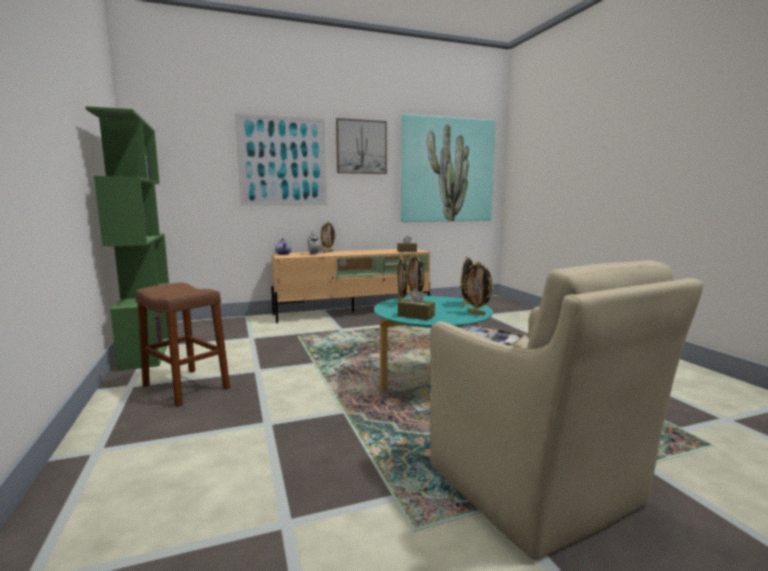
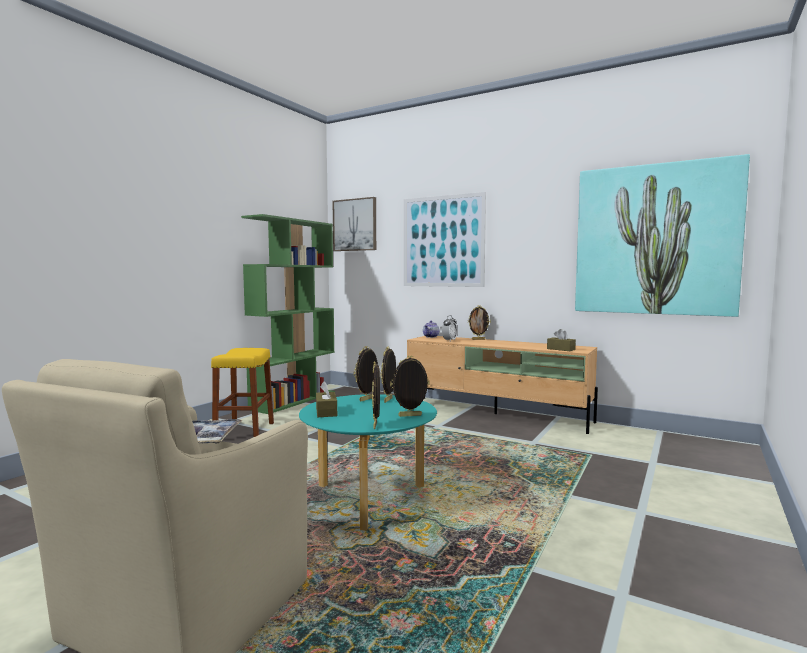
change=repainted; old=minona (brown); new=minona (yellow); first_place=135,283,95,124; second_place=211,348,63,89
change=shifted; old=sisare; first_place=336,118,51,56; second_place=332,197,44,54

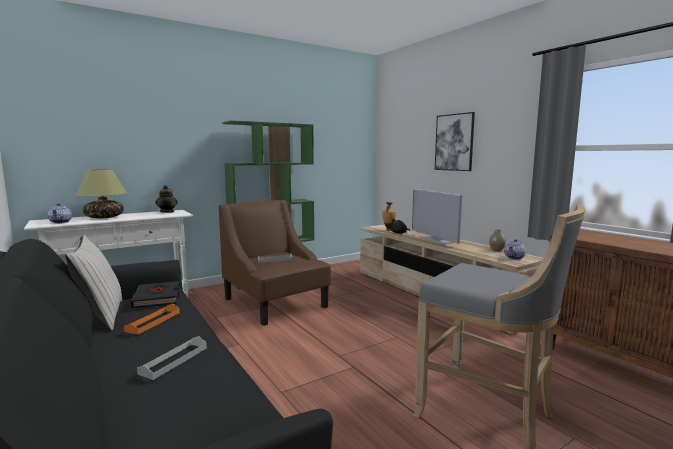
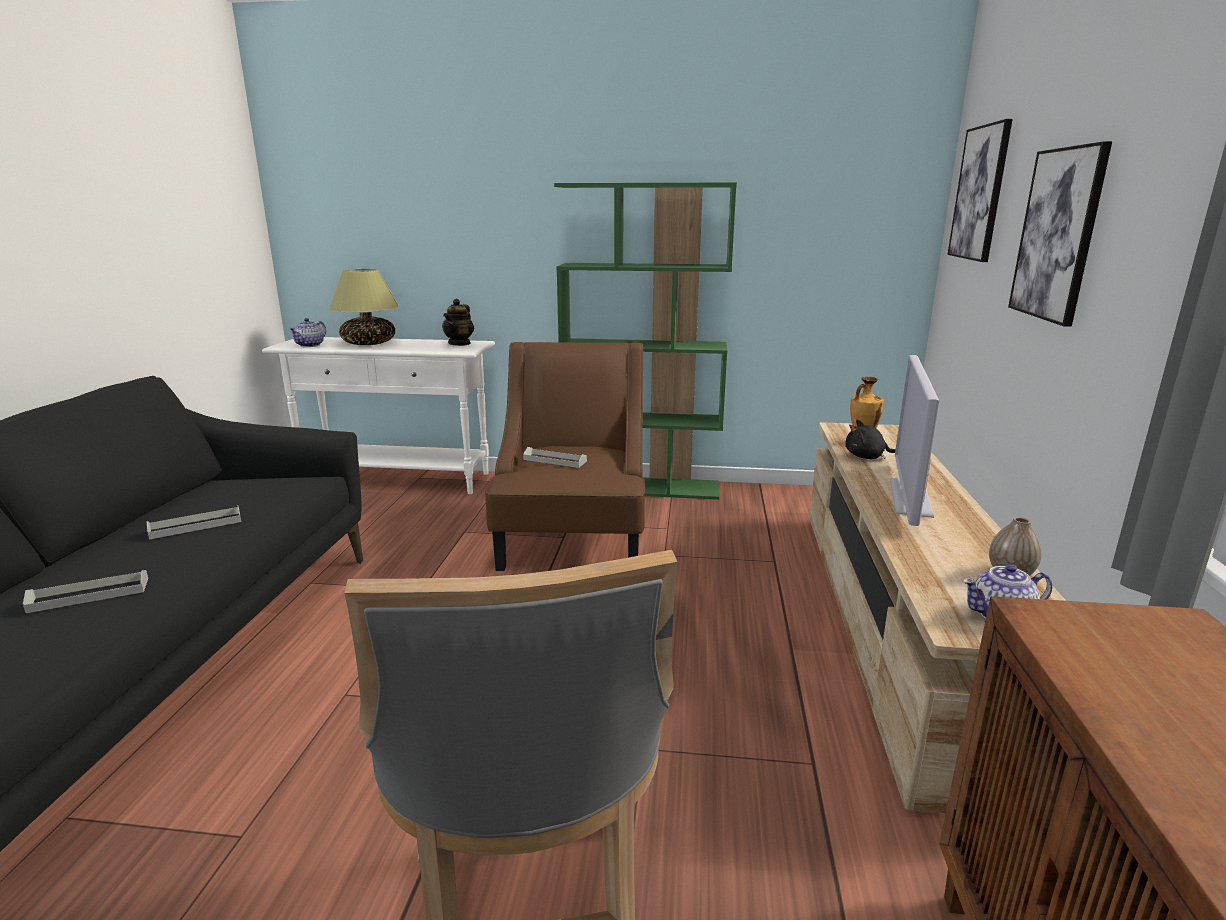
change=gone; old=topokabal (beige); first_place=65,235,57,96
change=repainted; old=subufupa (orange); new=subufupa (grey); first_place=124,303,56,32; second_place=146,505,95,35
change=gone; old=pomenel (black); first_place=130,281,50,27
change=new; new=sisare; second_place=948,119,65,143

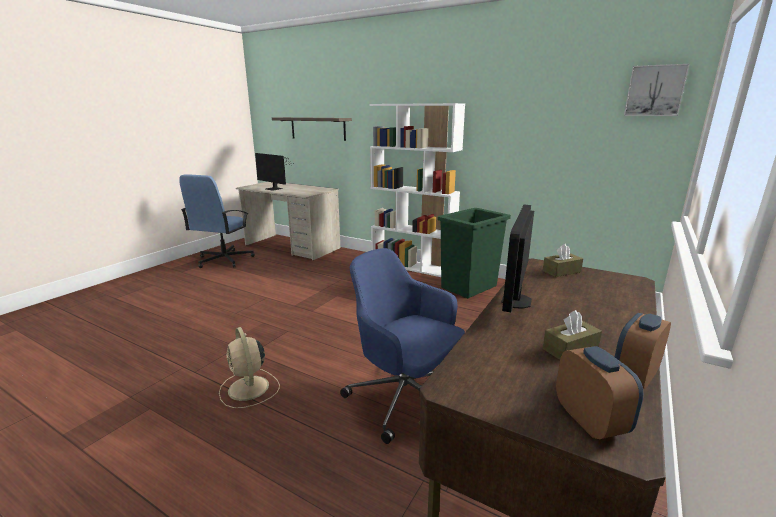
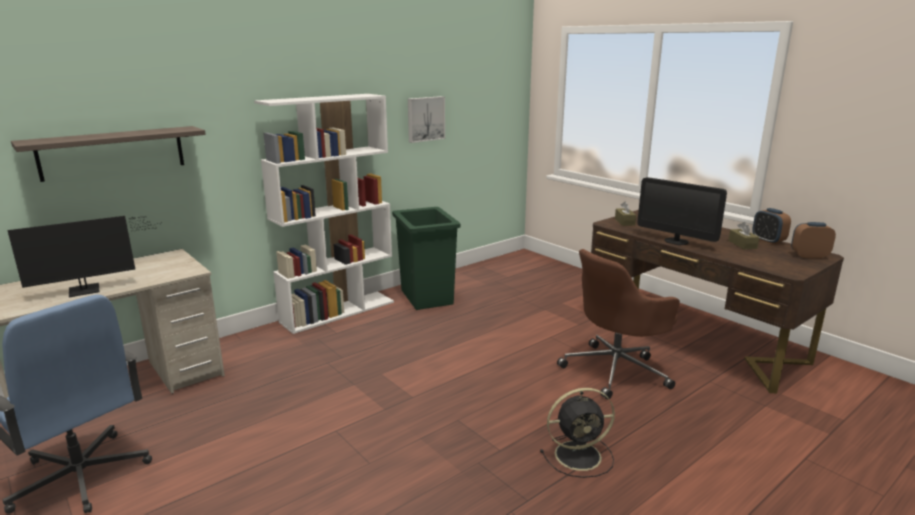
change=repainted; old=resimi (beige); new=resimi (black); first_place=219,327,61,81; second_place=540,388,75,90
change=repainted; old=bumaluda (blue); new=bumaluda (brown); first_place=340,248,125,196; second_place=557,249,123,151
change=shifted; old=sisare; first_place=624,64,65,52; second_place=408,96,37,47

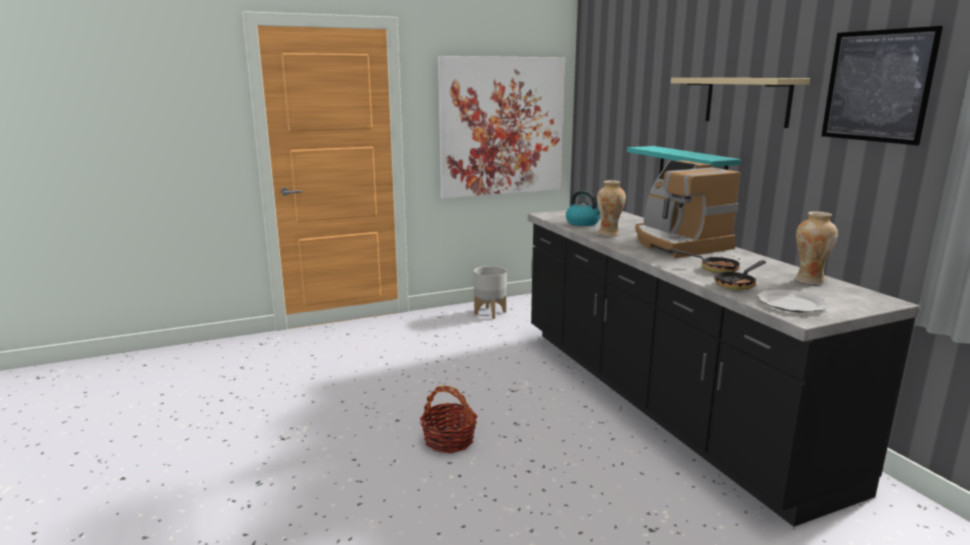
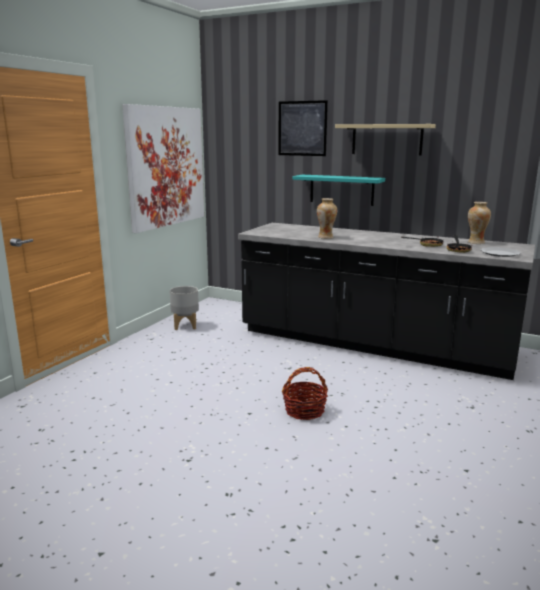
change=gone; old=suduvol; first_place=566,190,34,36
change=gone; old=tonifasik; first_place=635,160,105,98
change=shifted; old=sisare; first_place=821,26,122,119; second_place=278,100,50,56

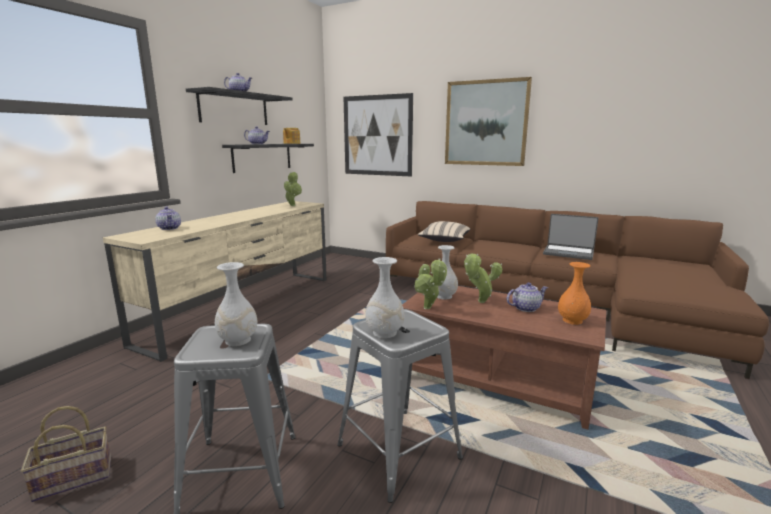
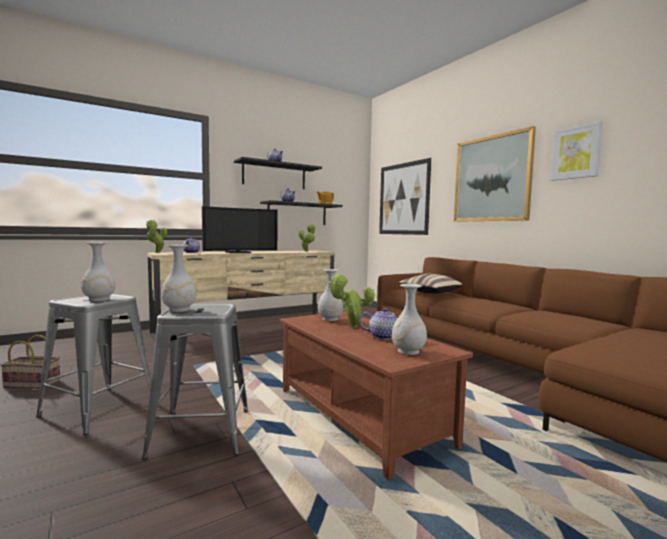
change=shifted; old=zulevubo; first_place=414,259,33,50; second_place=146,220,21,33
change=gone; old=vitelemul; first_place=543,214,55,46
change=repainted; old=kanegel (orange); new=kanegel (white); first_place=558,262,33,63; second_place=392,284,35,71
change=new; new=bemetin; second_place=202,206,75,47
change=new; new=sisare; second_place=550,121,53,60

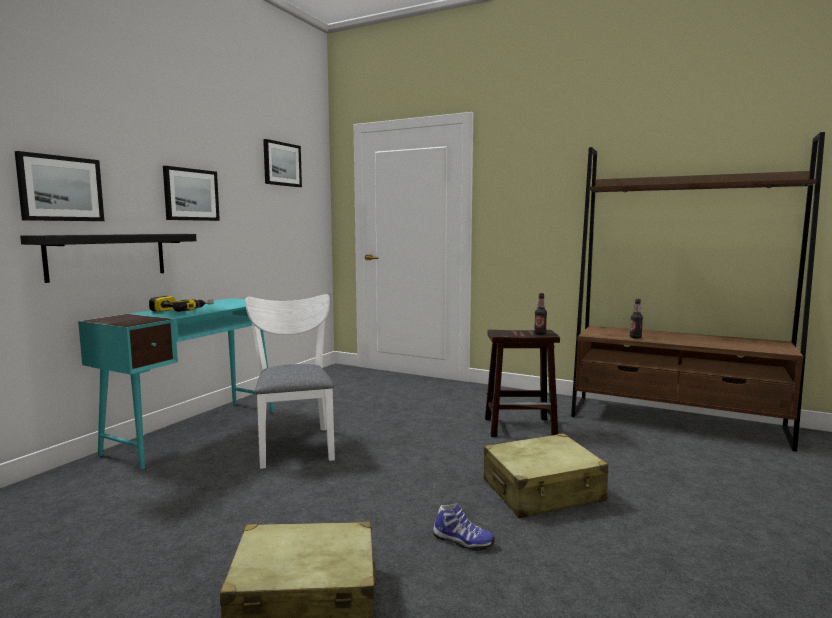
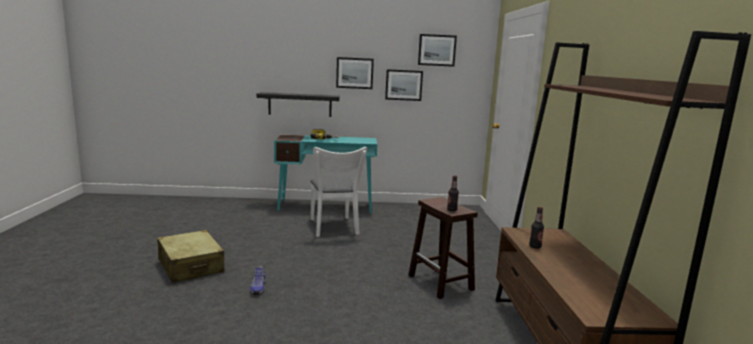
change=shifted; old=sisare; first_place=15,151,89,70; second_place=385,69,38,32
change=rotated; old=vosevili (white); first_place=245,294,90,175; second_place=310,147,57,90; degrees=120
change=gone; old=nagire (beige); first_place=484,433,124,85

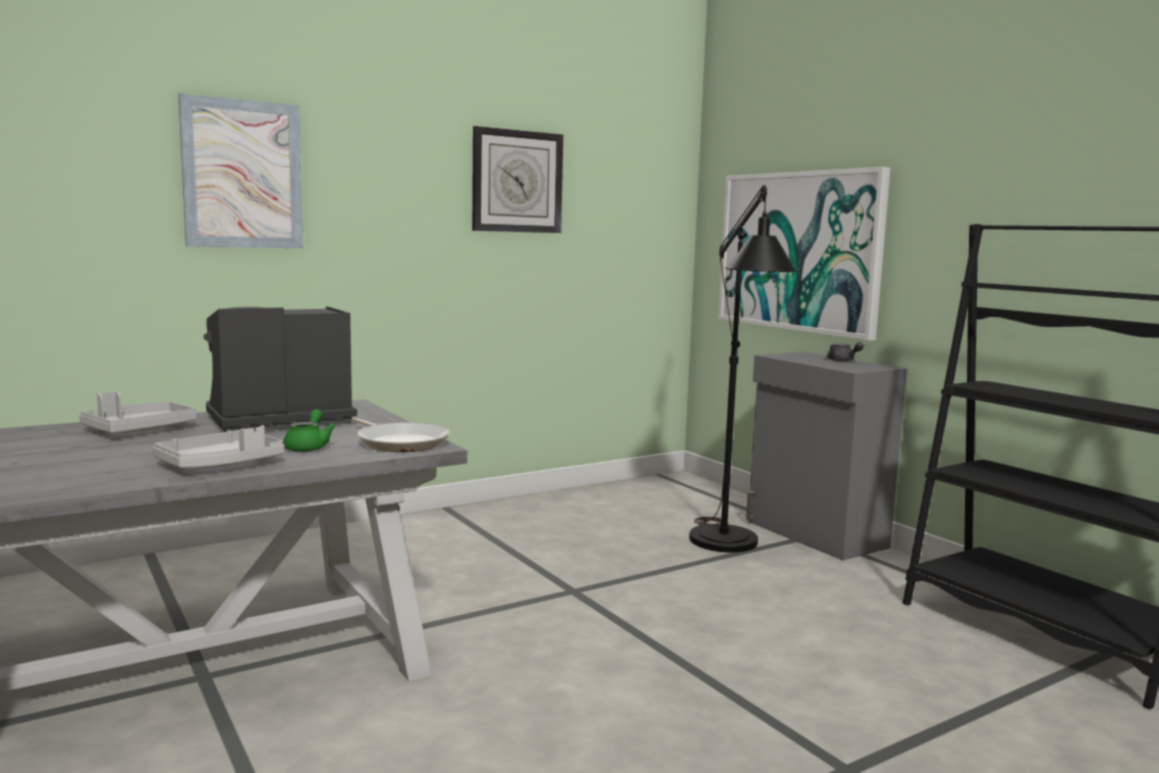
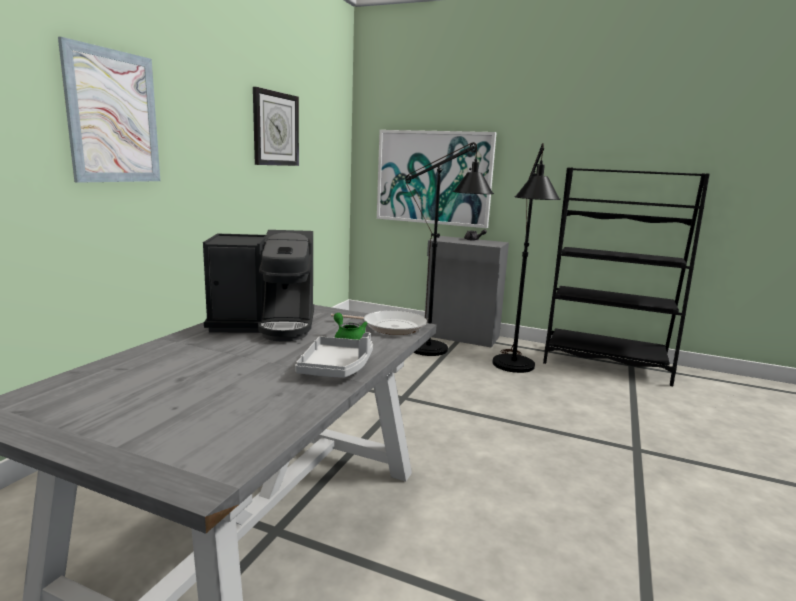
change=gone; old=subufupa (grey); first_place=79,391,118,42
change=rotated; old=tonifasik; first_place=203,307,154,125; second_place=203,230,111,112; degrees=-120
change=new; new=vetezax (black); second_place=492,143,69,230

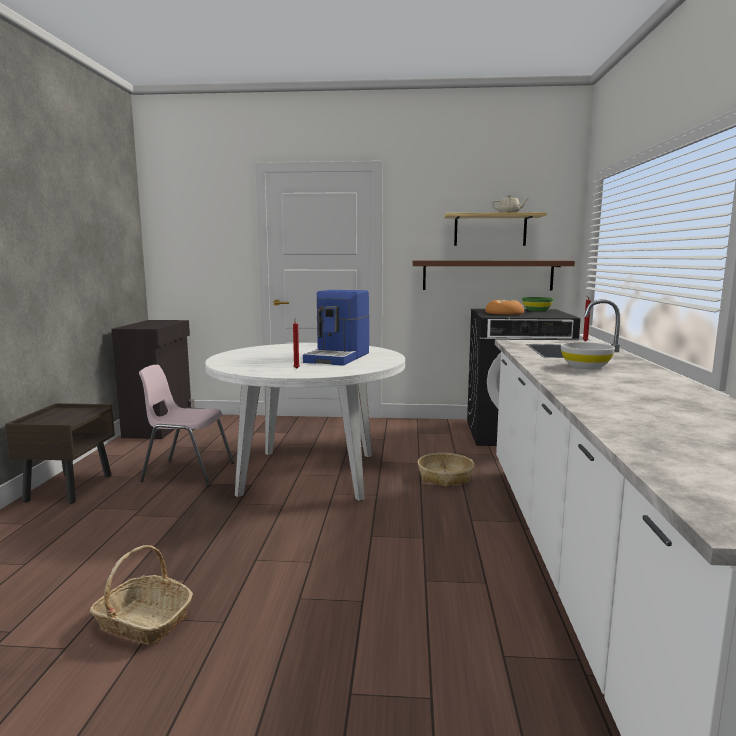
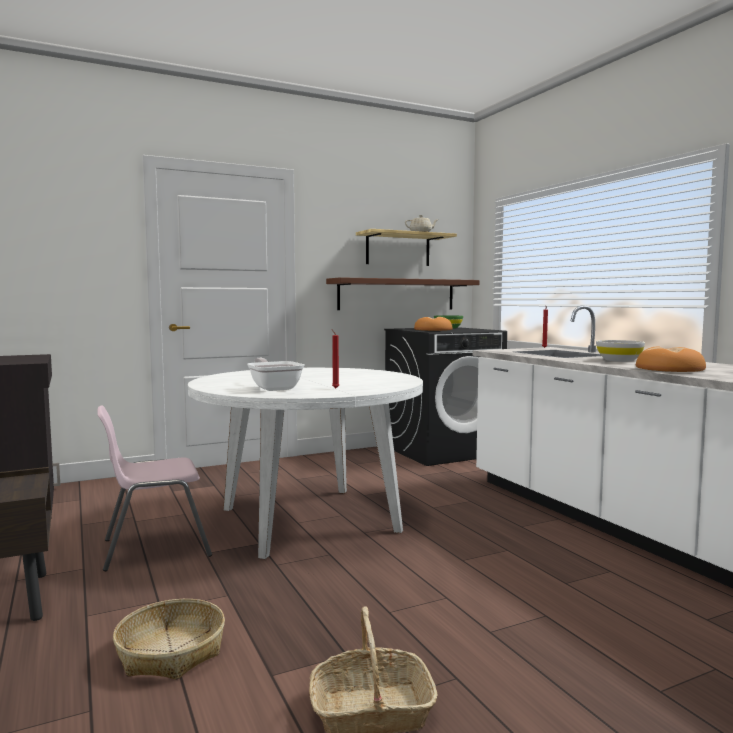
change=gone; old=tonifasik; first_place=303,290,66,76
change=shifted; old=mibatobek; first_place=417,453,57,34; second_place=113,599,112,80
change=new; new=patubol; second_place=247,358,57,33
change=new; new=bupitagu; second_place=636,346,70,26

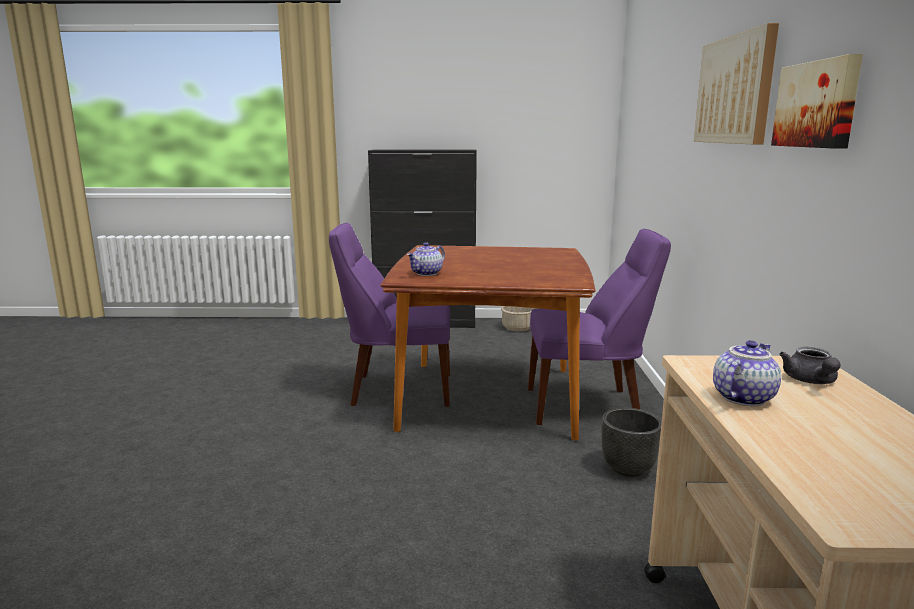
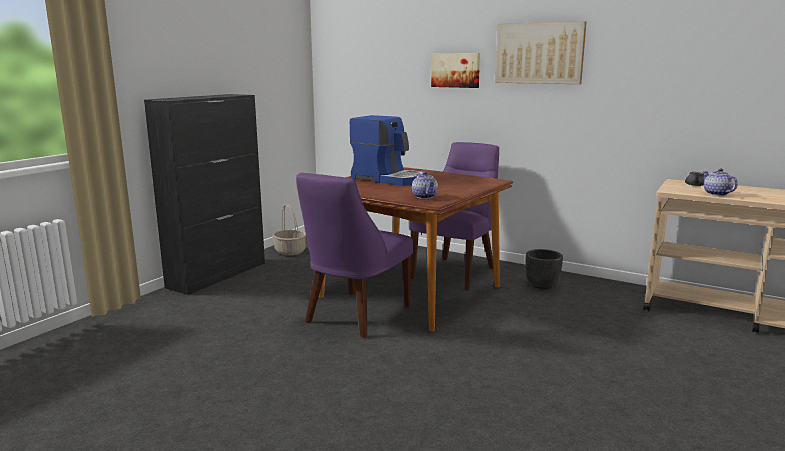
change=shifted; old=sisare; first_place=771,54,92,95; second_place=431,53,49,35
change=new; new=tonifasik; second_place=350,115,73,71

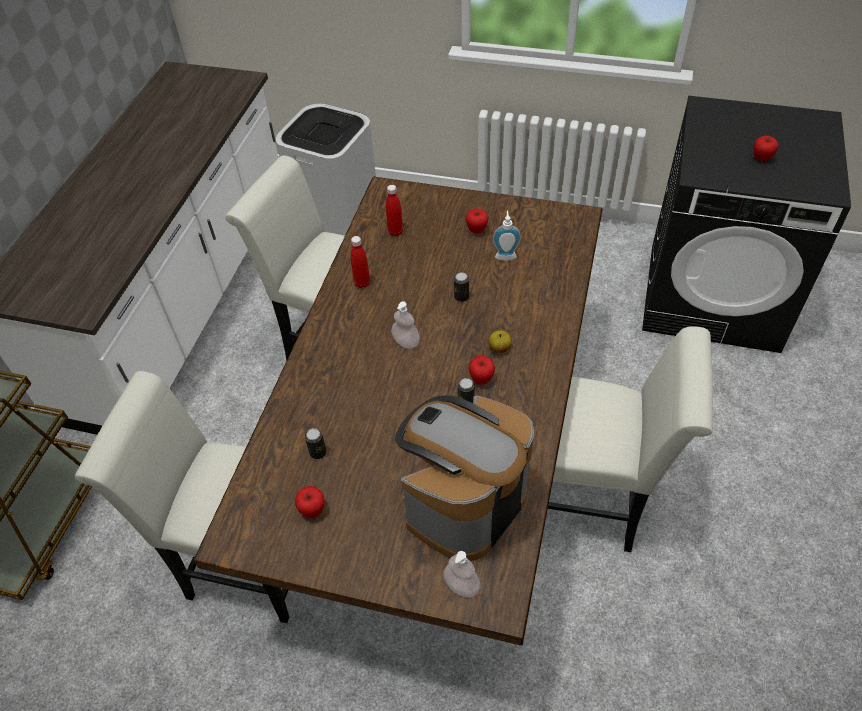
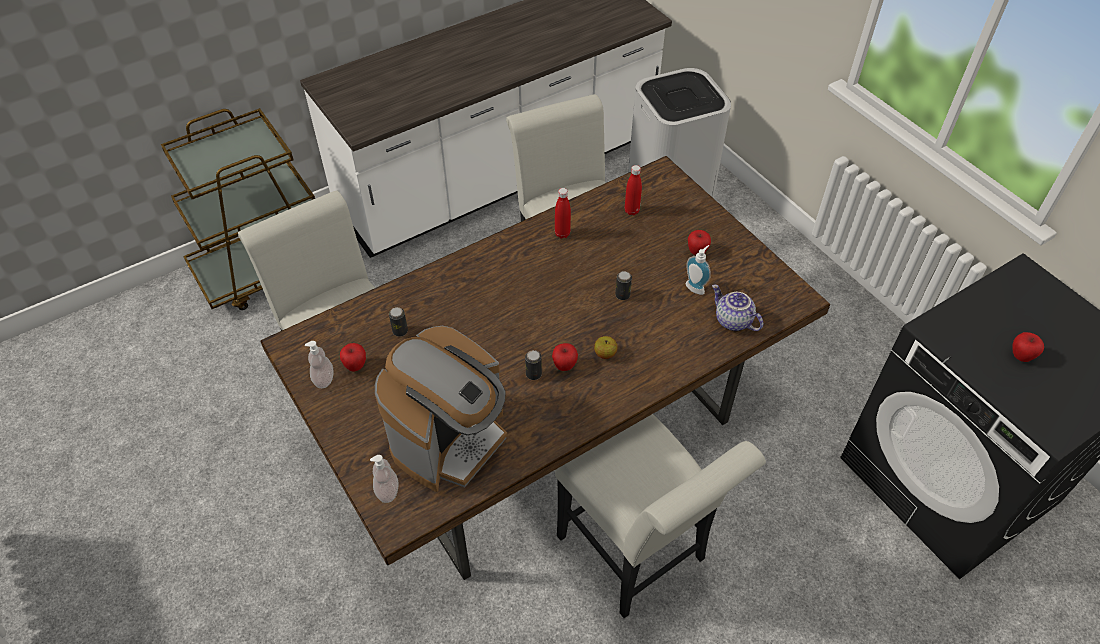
change=shifted; old=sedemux; first_place=391,301,29,48; second_place=305,341,28,47
change=rotated; old=tonifasik; first_place=395,395,139,166; second_place=375,326,132,166; degrees=135
change=new; new=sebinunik; second_place=712,284,51,47

